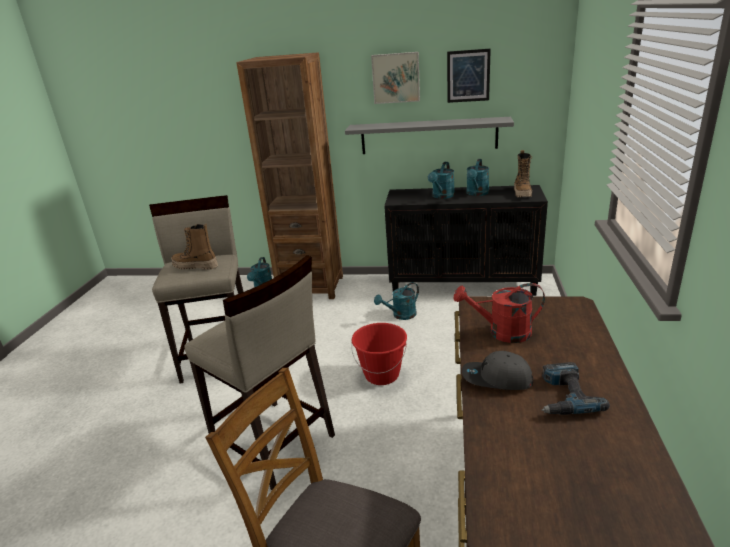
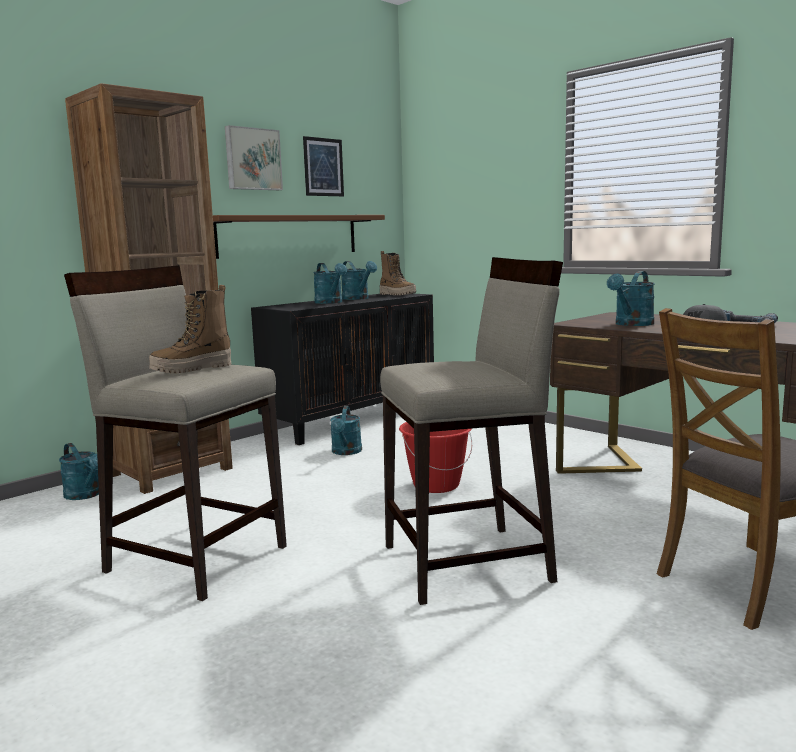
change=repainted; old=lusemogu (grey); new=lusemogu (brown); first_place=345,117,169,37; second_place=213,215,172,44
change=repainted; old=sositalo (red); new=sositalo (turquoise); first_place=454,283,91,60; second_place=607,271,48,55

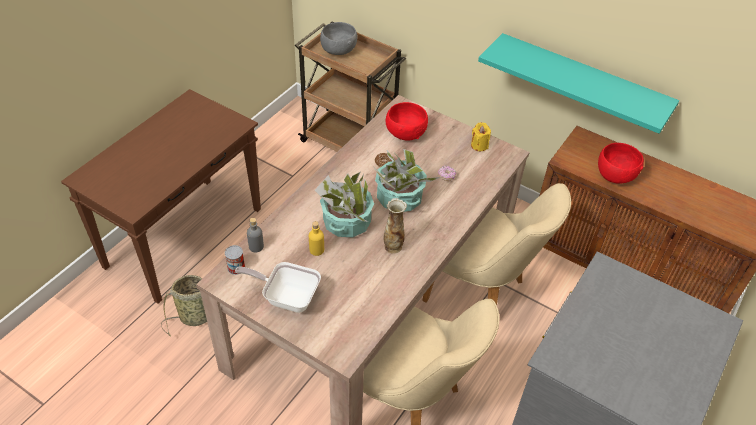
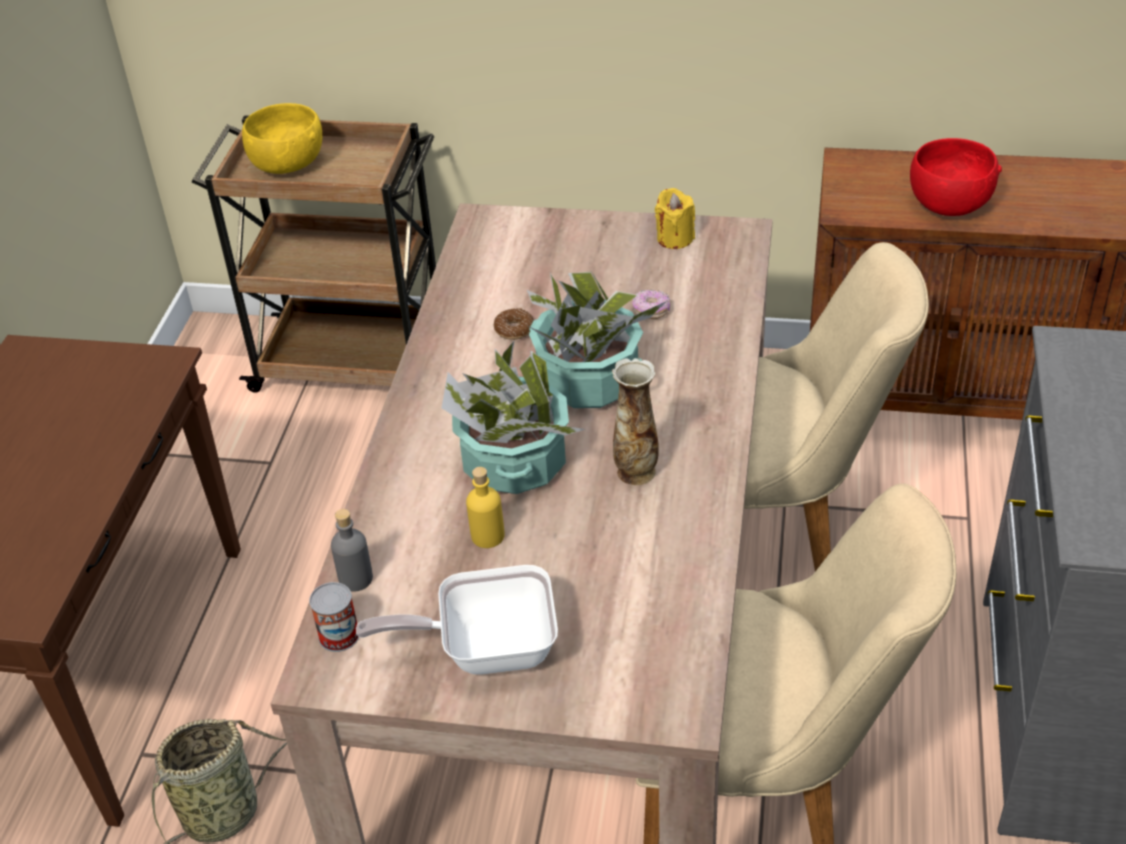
change=repainted; old=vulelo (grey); new=vulelo (yellow); first_place=320,22,37,33; second_place=242,103,80,71
change=gone; old=vulelo (red); first_place=386,102,42,39
change=gone; old=lusemogu (turquoise); first_place=478,33,201,101

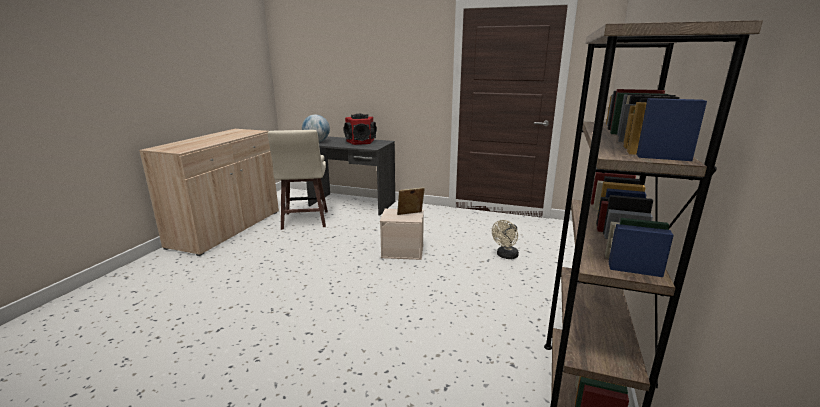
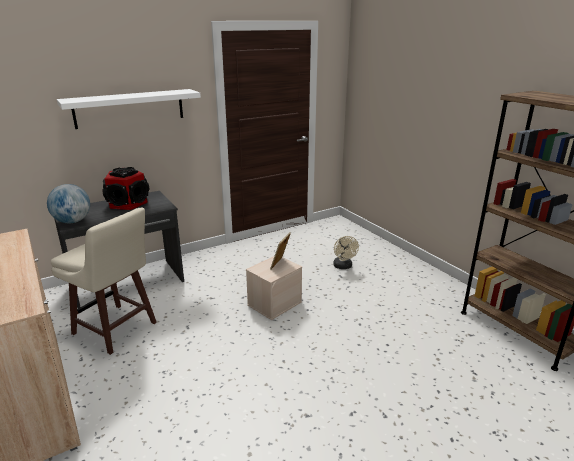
change=new; new=lusemogu (white); second_place=57,89,144,40

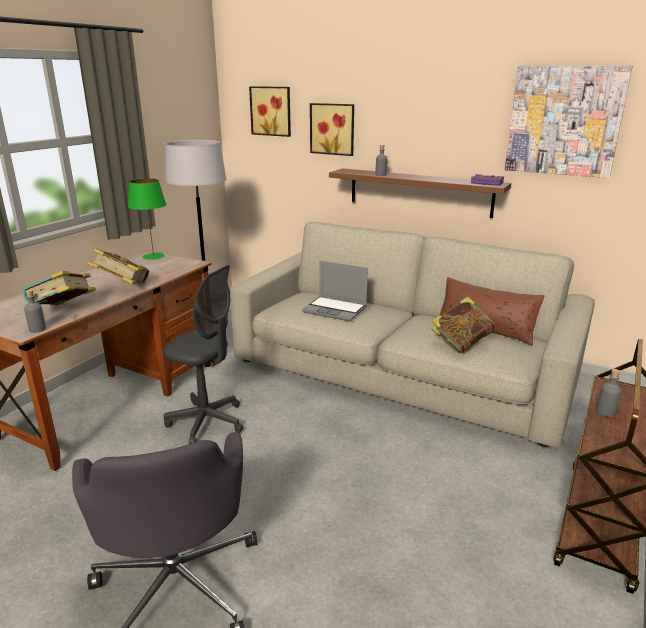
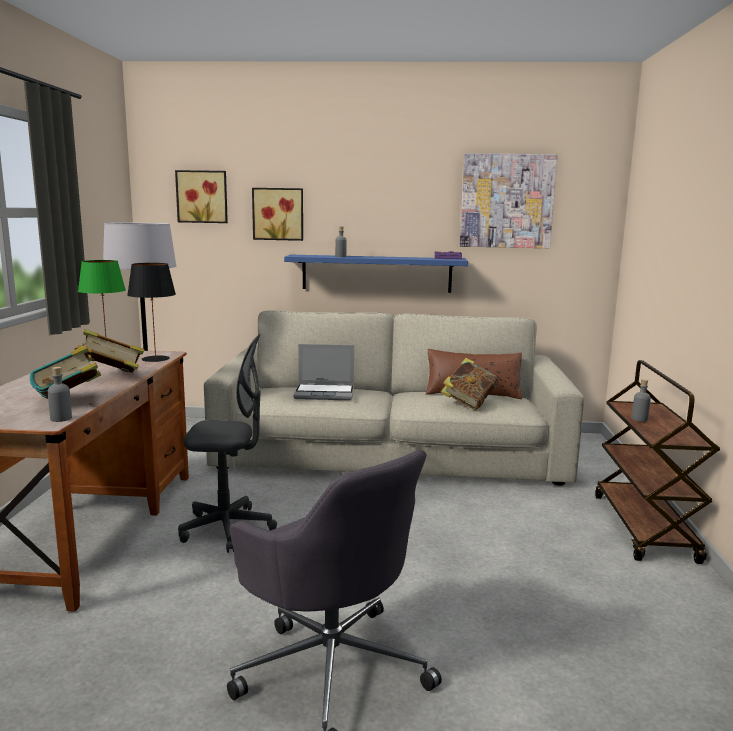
change=repainted; old=lusemogu (brown); new=lusemogu (blue); first_place=329,168,182,50; second_place=284,255,184,38
change=new; new=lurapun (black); second_place=127,263,49,99

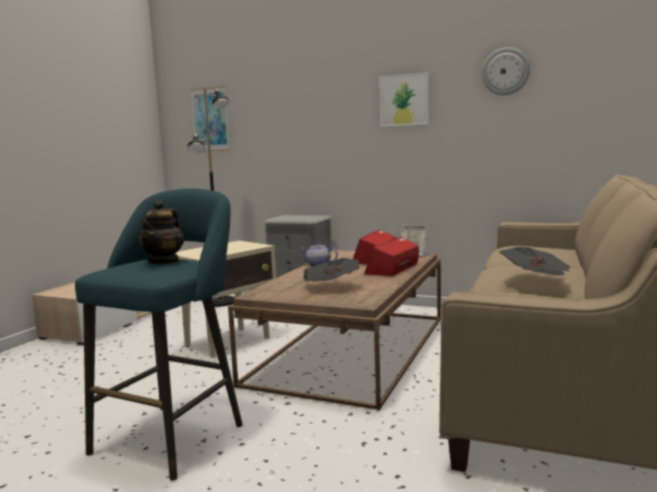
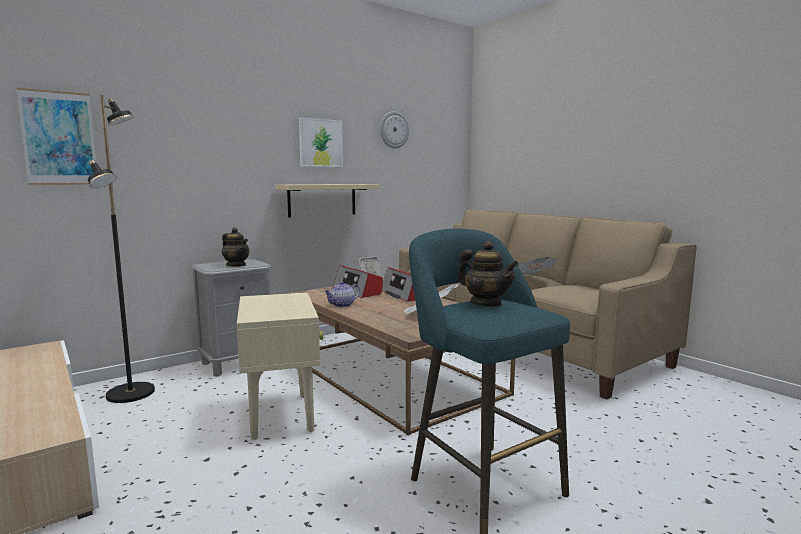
change=new; new=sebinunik; second_place=222,227,28,39
change=new; new=lusemogu (beige); second_place=275,184,105,34

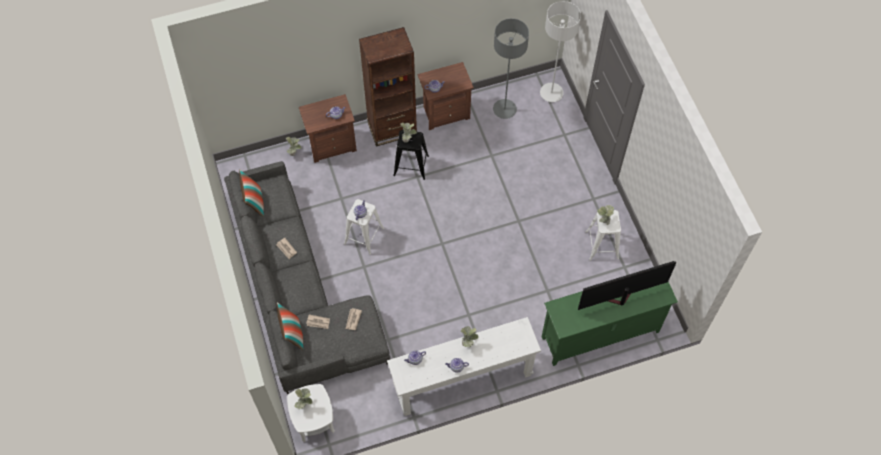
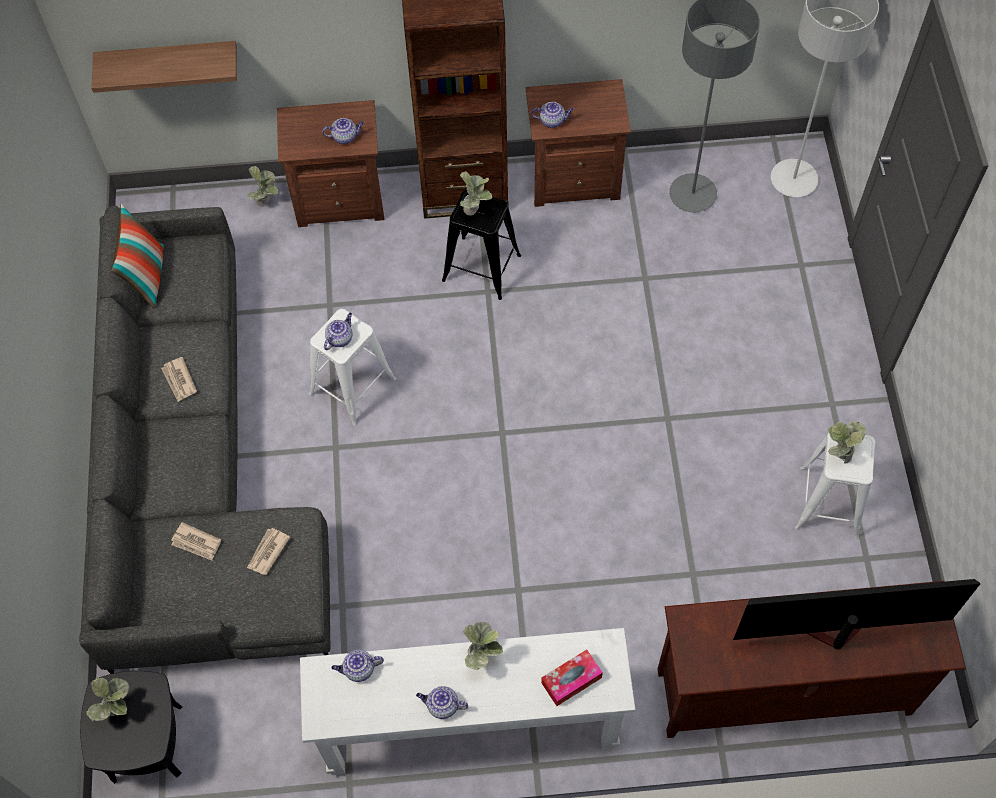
change=gone; old=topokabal; first_place=277,302,26,48
change=repainted; old=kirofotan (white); new=kirofotan (black); first_place=287,384,48,58; second_place=80,671,102,113
change=repainted; old=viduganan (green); new=viduganan (brown); first_place=542,282,136,84; second_place=658,581,308,157
change=new; new=lusemogu; second_place=91,41,146,52
change=new; new=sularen; second_place=541,650,62,56

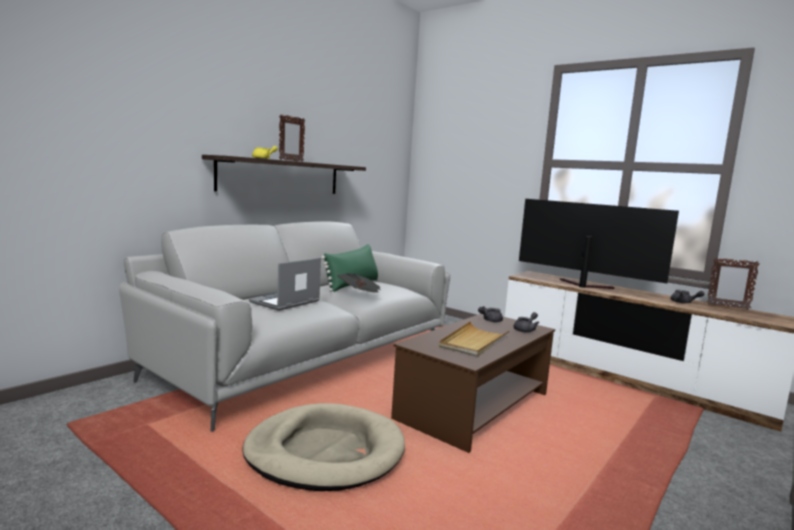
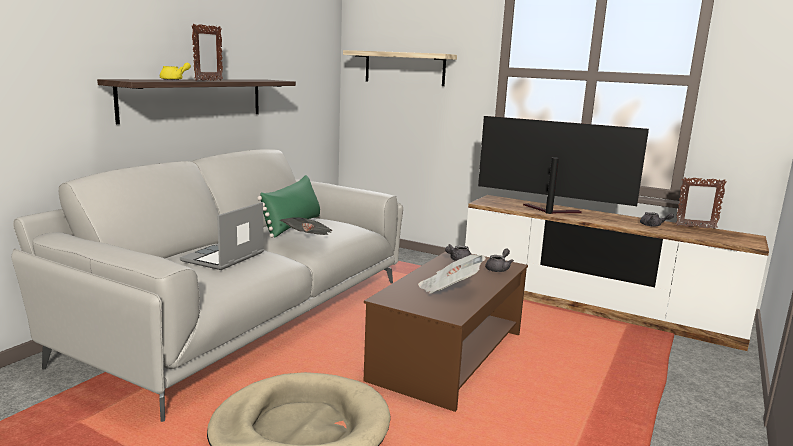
change=swapped; old=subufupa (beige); new=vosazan; first_place=439,321,71,36; second_place=418,254,68,40
change=new; new=lusemogu; second_place=343,50,114,36

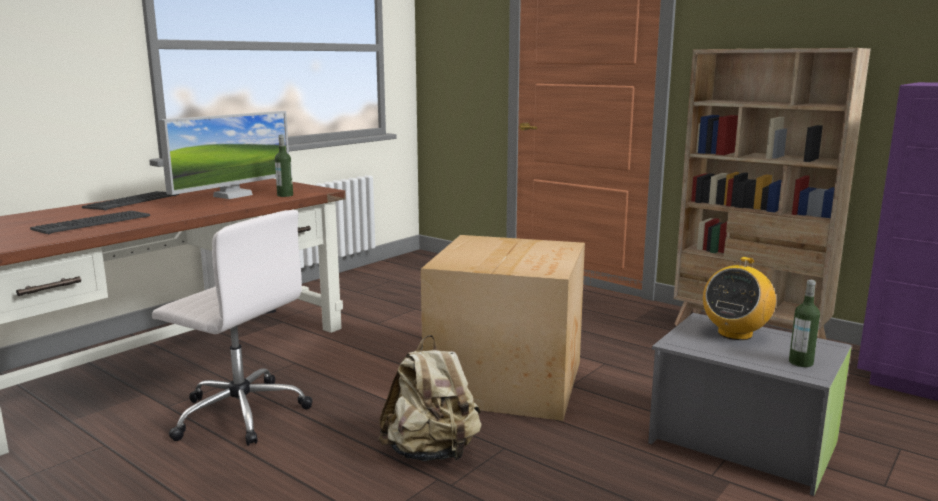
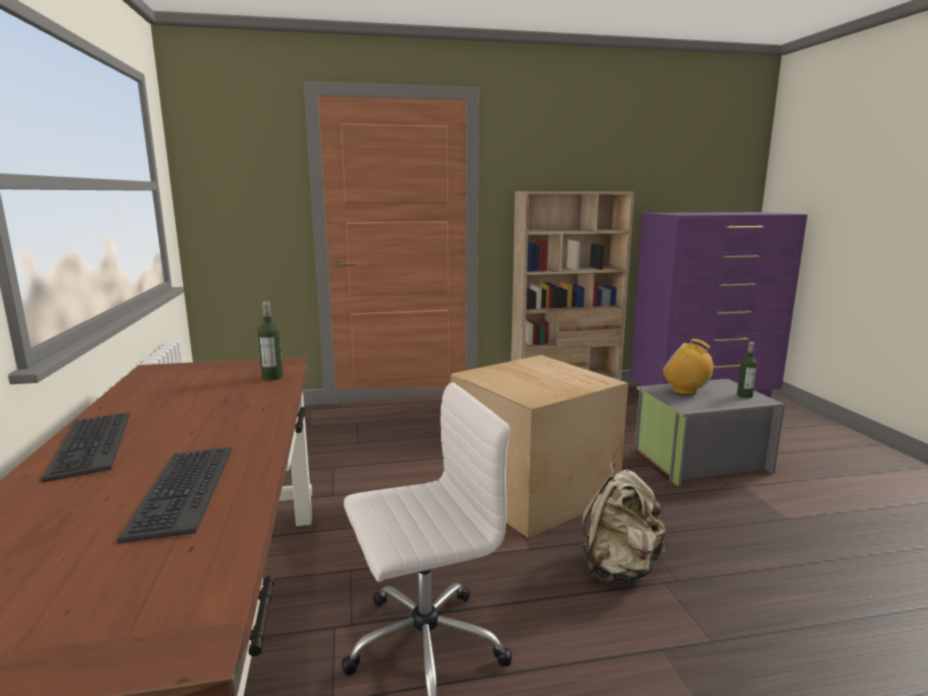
change=gone; old=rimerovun; first_place=158,111,131,88
change=rotated; old=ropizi; first_place=703,257,73,83; second_place=662,339,57,56; degrees=135

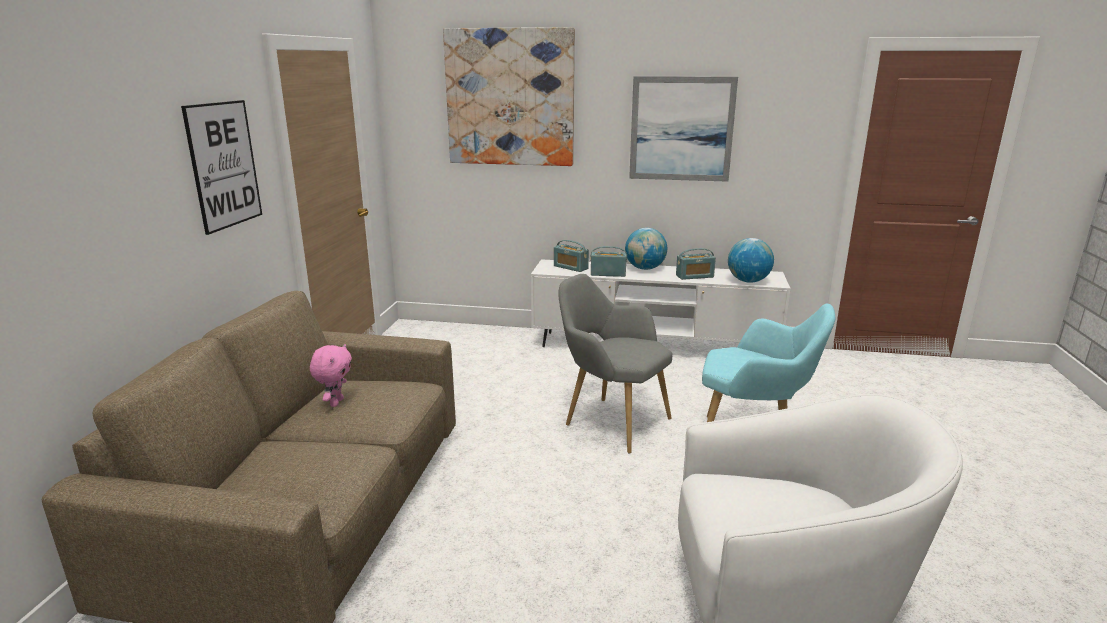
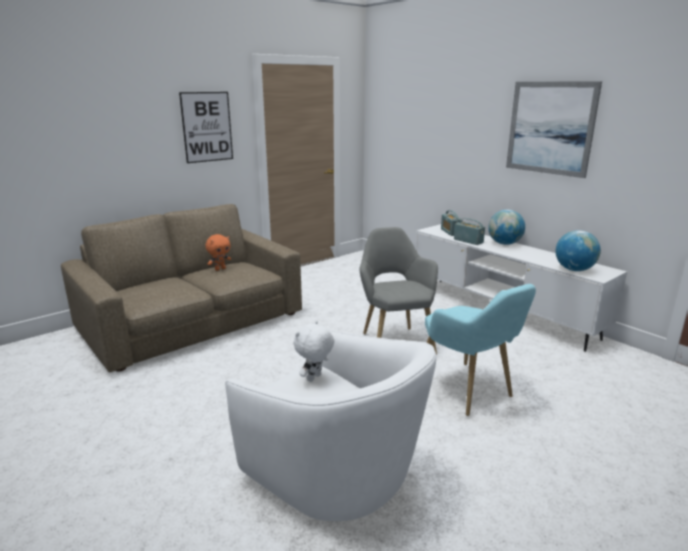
change=repainted; old=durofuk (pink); new=durofuk (orange); first_place=310,344,42,63; second_place=205,234,26,37
change=gone; old=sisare; first_place=443,27,132,139
change=gone; old=ropizi; first_place=676,248,40,32
change=new; new=durofuk (white); second_place=294,321,40,61

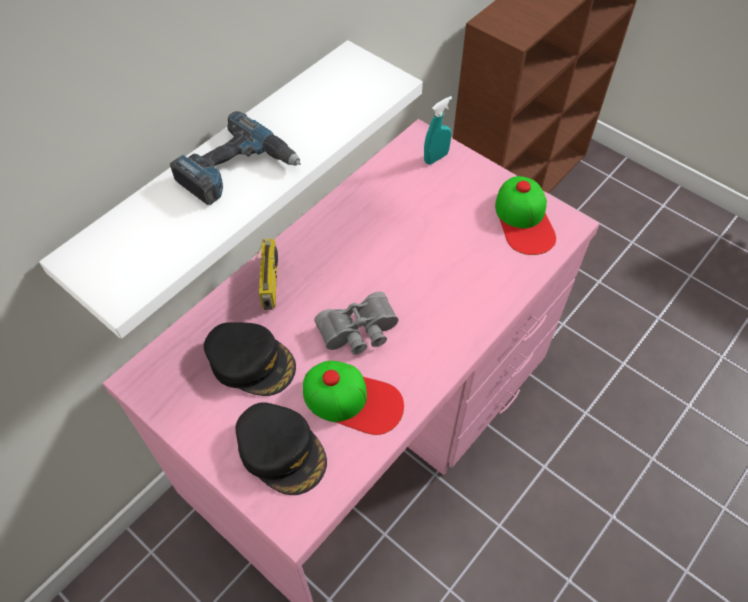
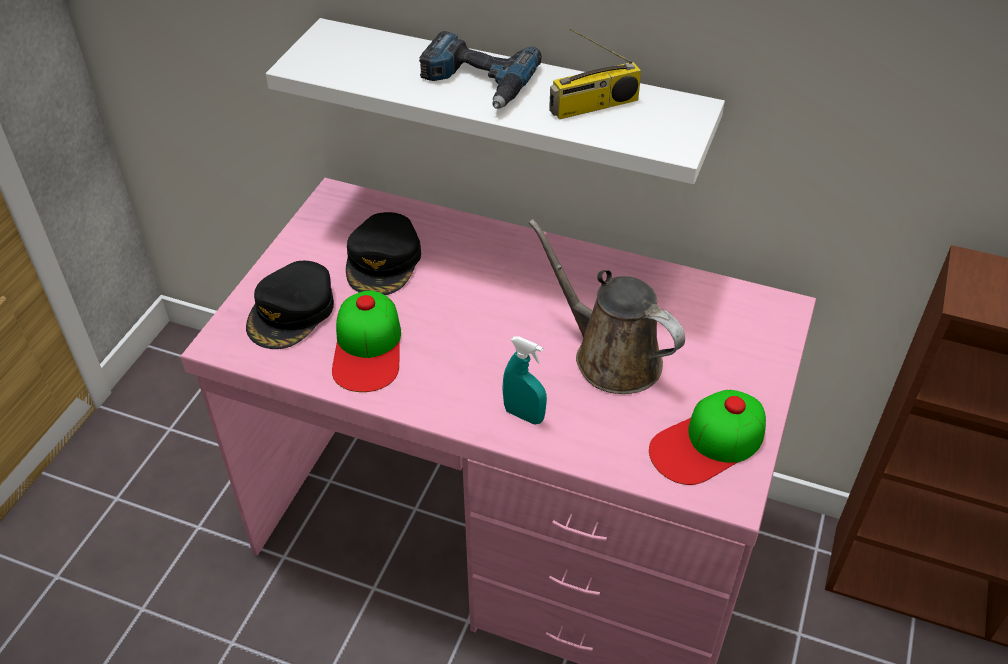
change=shifted; old=ropizi; first_place=255,239,23,71; second_place=549,28,92,91
change=gone; old=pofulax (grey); first_place=314,291,84,63
change=shifted; old=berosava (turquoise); first_place=424,96,28,68; second_place=502,336,45,88
change=new; new=sositalo (brown); second_place=529,219,156,175

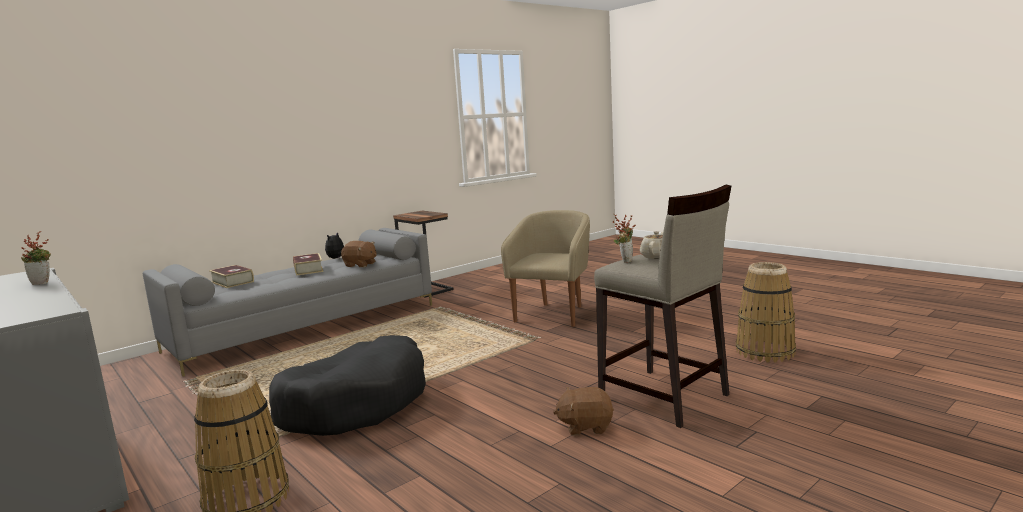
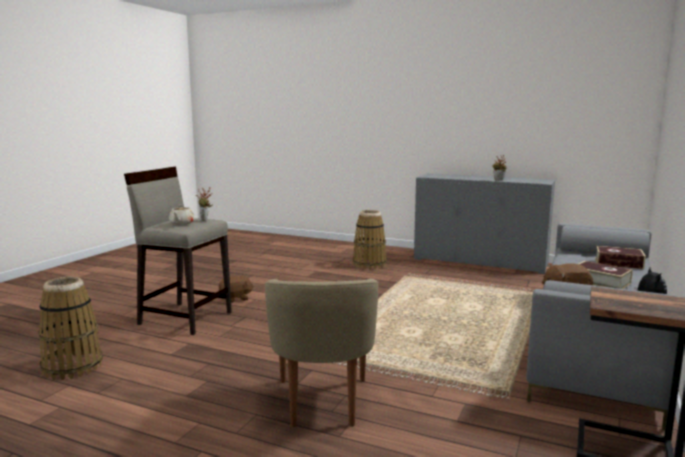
change=gone; old=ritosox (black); first_place=269,335,157,101

